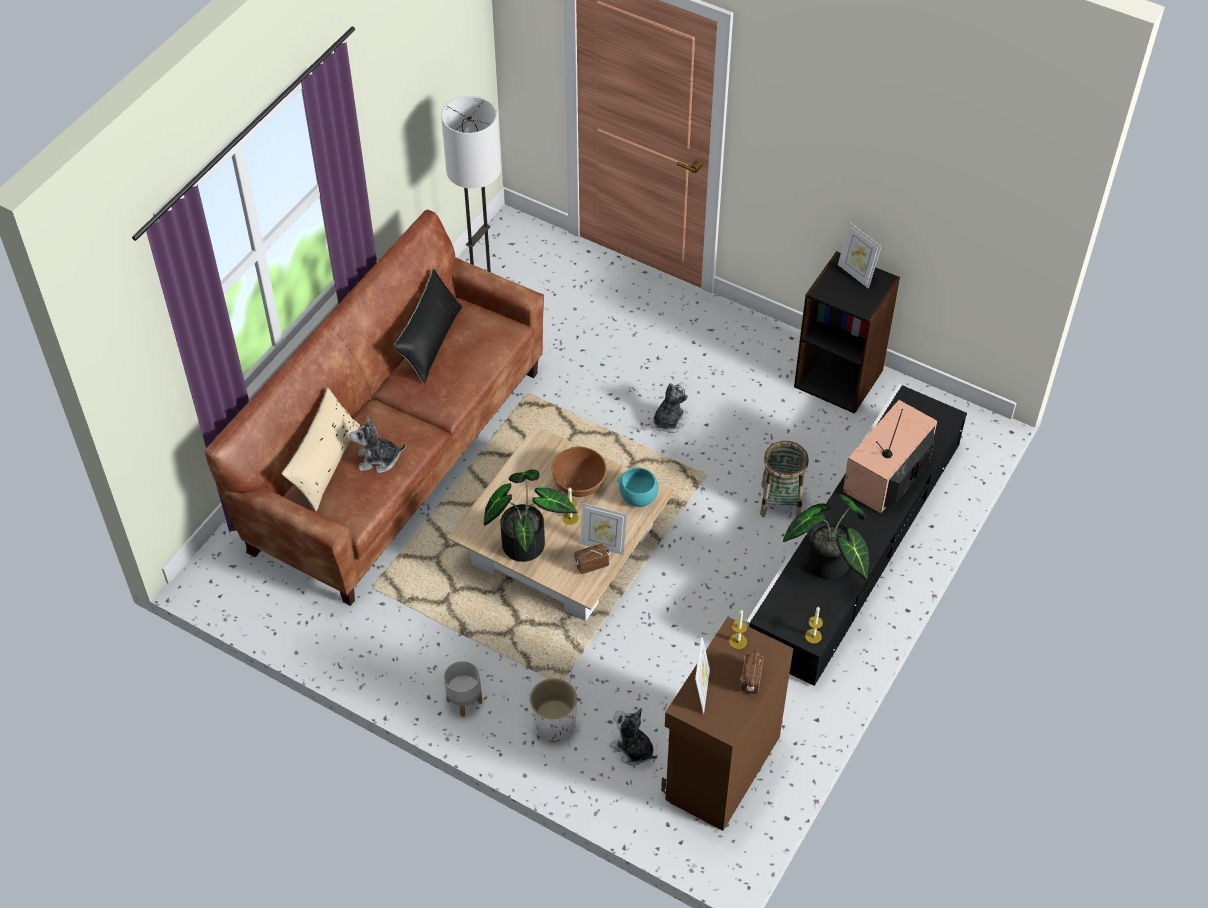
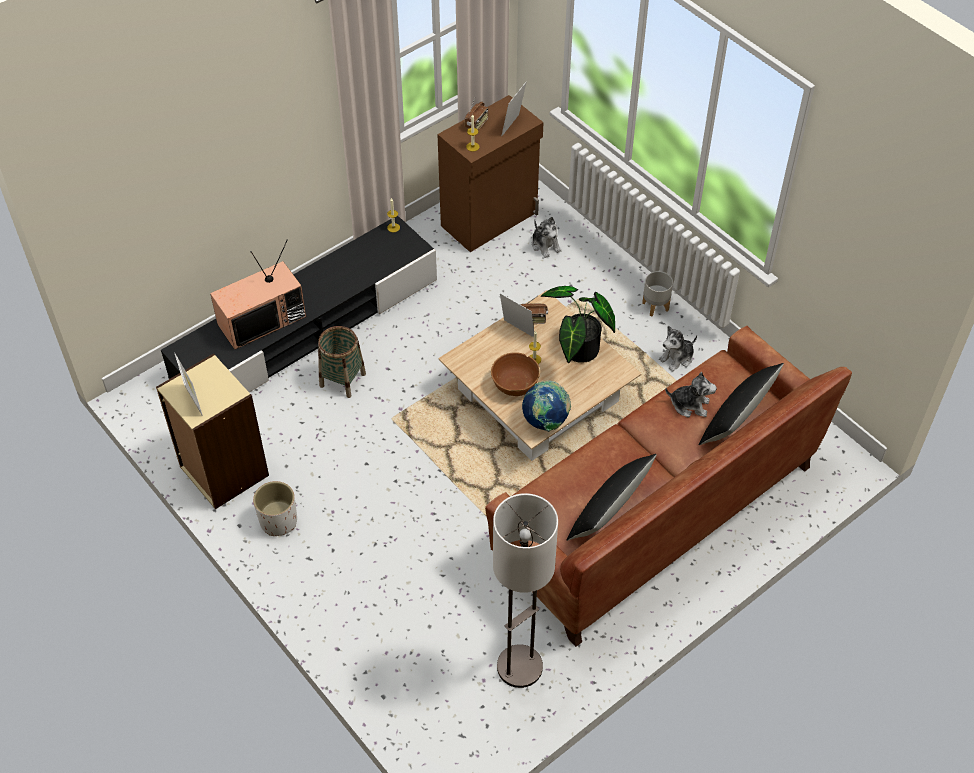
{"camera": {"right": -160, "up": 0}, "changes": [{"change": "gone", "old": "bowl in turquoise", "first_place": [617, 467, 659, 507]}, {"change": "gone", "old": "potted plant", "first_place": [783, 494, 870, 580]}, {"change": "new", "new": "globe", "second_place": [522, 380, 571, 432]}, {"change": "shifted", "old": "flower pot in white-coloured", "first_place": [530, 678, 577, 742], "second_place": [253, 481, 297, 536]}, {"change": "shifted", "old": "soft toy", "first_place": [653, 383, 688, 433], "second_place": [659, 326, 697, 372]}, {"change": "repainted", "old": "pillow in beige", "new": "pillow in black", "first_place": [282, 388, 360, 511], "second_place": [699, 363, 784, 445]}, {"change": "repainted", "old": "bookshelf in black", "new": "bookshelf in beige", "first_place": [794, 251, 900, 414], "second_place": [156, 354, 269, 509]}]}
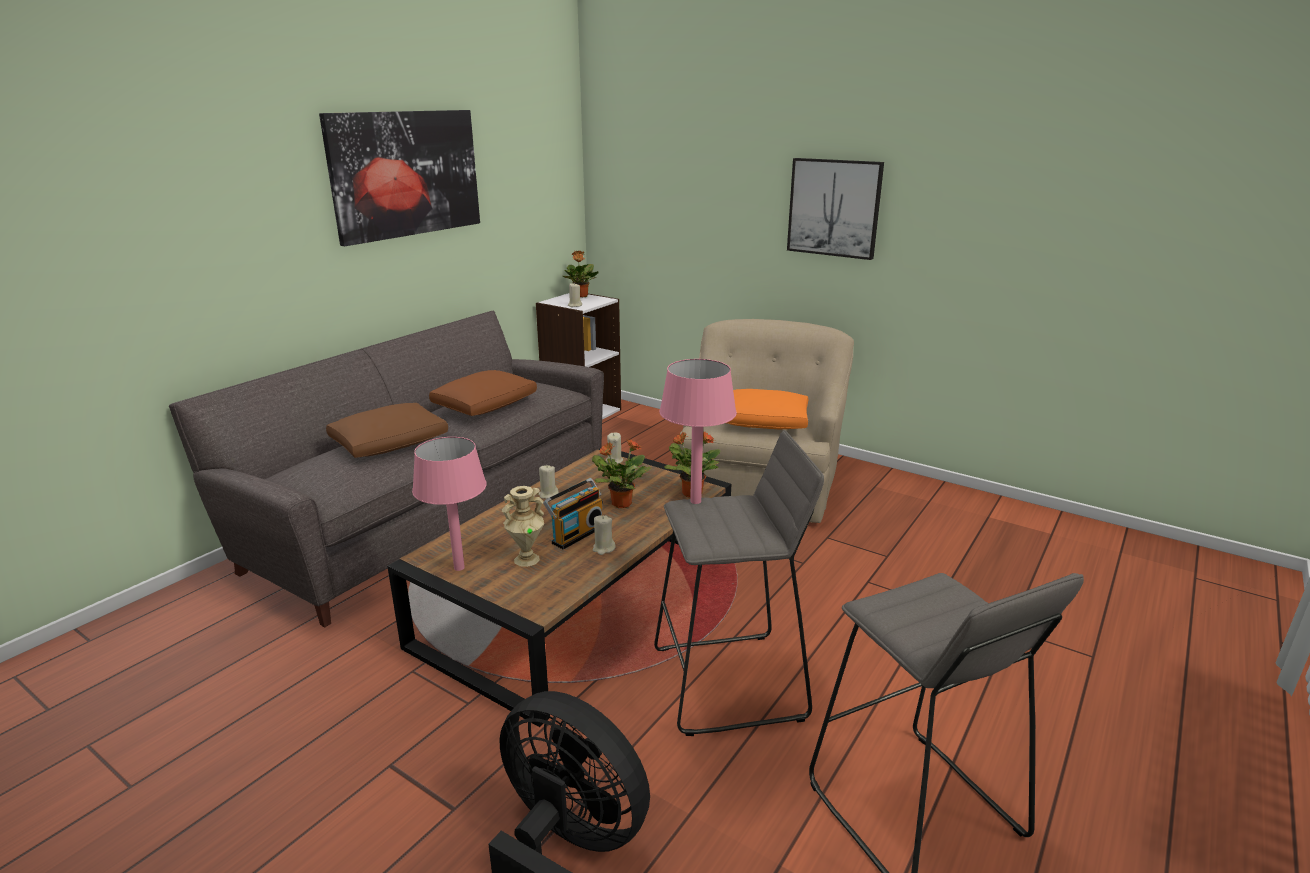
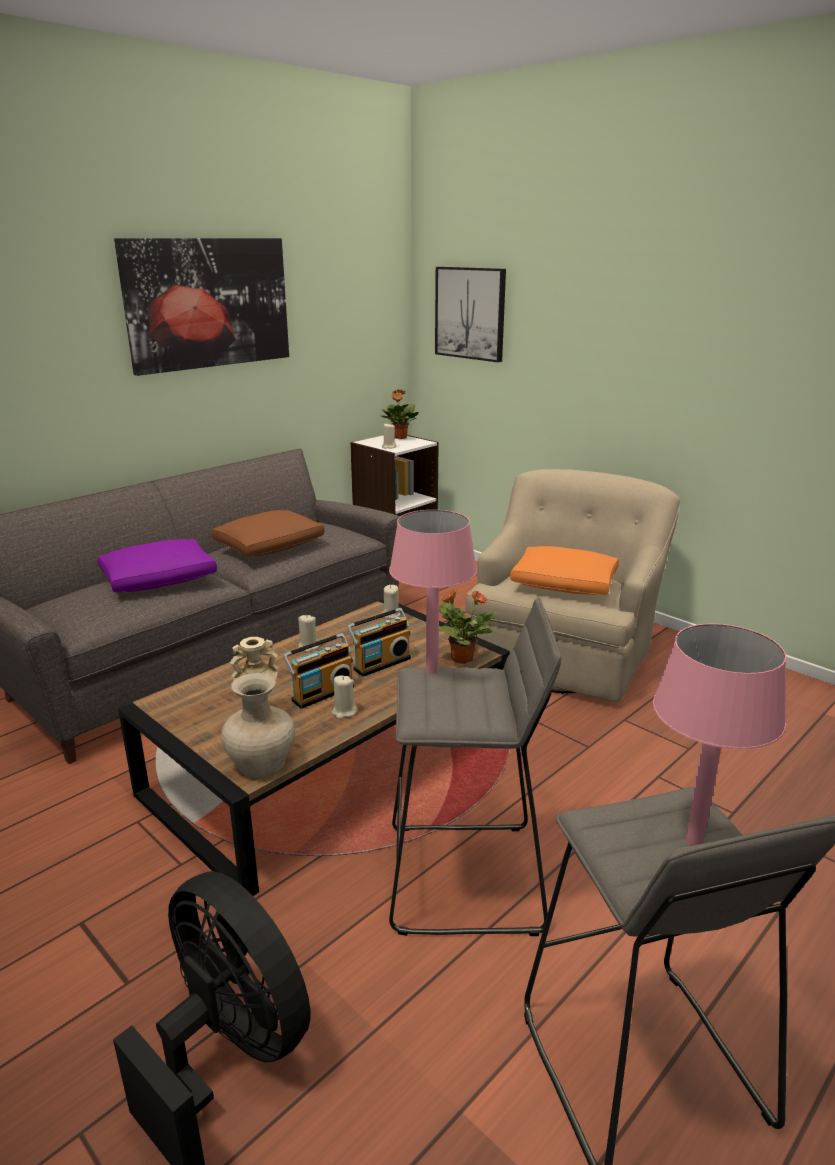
{"camera": {"right": 10, "up": 0}, "changes": [{"change": "new", "new": "decorative vase in beige", "second_place": [221, 672, 295, 778]}, {"change": "shifted", "old": "table lamp in pink", "first_place": [412, 437, 487, 571], "second_place": [653, 623, 786, 846]}, {"change": "shifted", "old": "wall picture", "first_place": [787, 158, 884, 260], "second_place": [435, 267, 506, 362]}, {"change": "swapped", "old": "potted plant", "new": "radio", "first_place": [592, 439, 651, 508], "second_place": [346, 608, 411, 677]}, {"change": "repainted", "old": "pillow in brown-coloured", "new": "pillow in purple", "first_place": [326, 403, 448, 458], "second_place": [97, 539, 217, 592]}]}
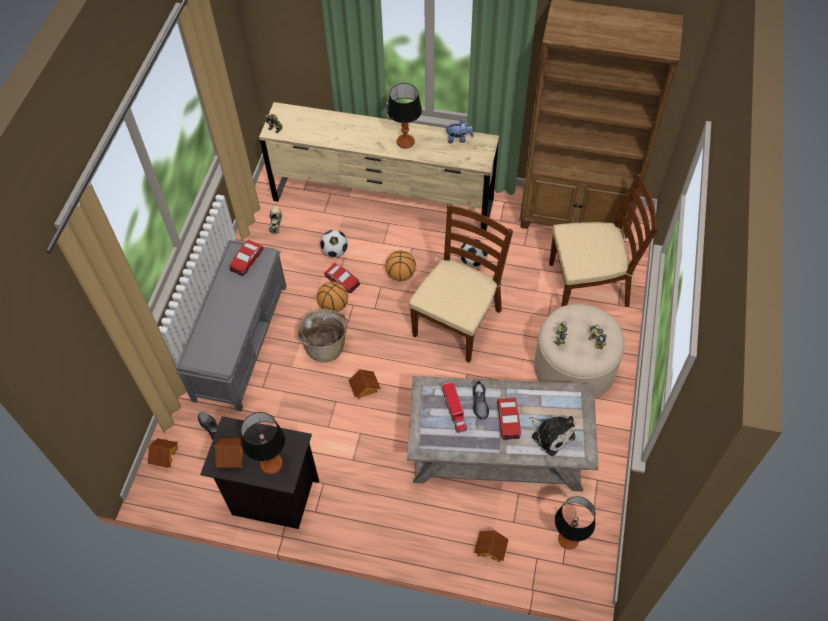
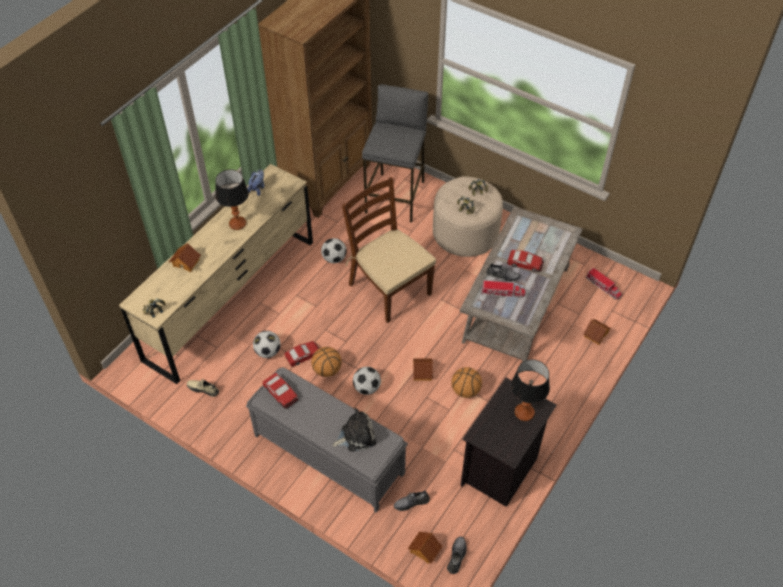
{"camera": {"right": -70, "up": -5}, "changes": [{"change": "new", "new": "item of footwear in gray", "second_place": [447, 536, 467, 574]}, {"change": "shifted", "old": "miniature house", "first_place": [214, 438, 243, 468], "second_place": [169, 243, 201, 272]}, {"change": "shifted", "old": "basketball ball", "first_place": [385, 250, 416, 281], "second_place": [451, 367, 482, 398]}, {"change": "shifted", "old": "soft toy", "first_place": [529, 416, 575, 456], "second_place": [332, 408, 376, 452]}, {"change": "swapped", "old": "storage basket", "new": "ball for football", "first_place": [297, 309, 348, 362], "second_place": [353, 367, 381, 395]}, {"change": "swapped", "old": "plain chair in brown-coloured", "new": "sitting stool in gray", "first_place": [549, 174, 659, 307], "second_place": [362, 84, 428, 222]}, {"change": "swapped", "old": "table lamp", "new": "model truck", "first_place": [555, 496, 595, 549], "second_place": [586, 268, 622, 300]}]}
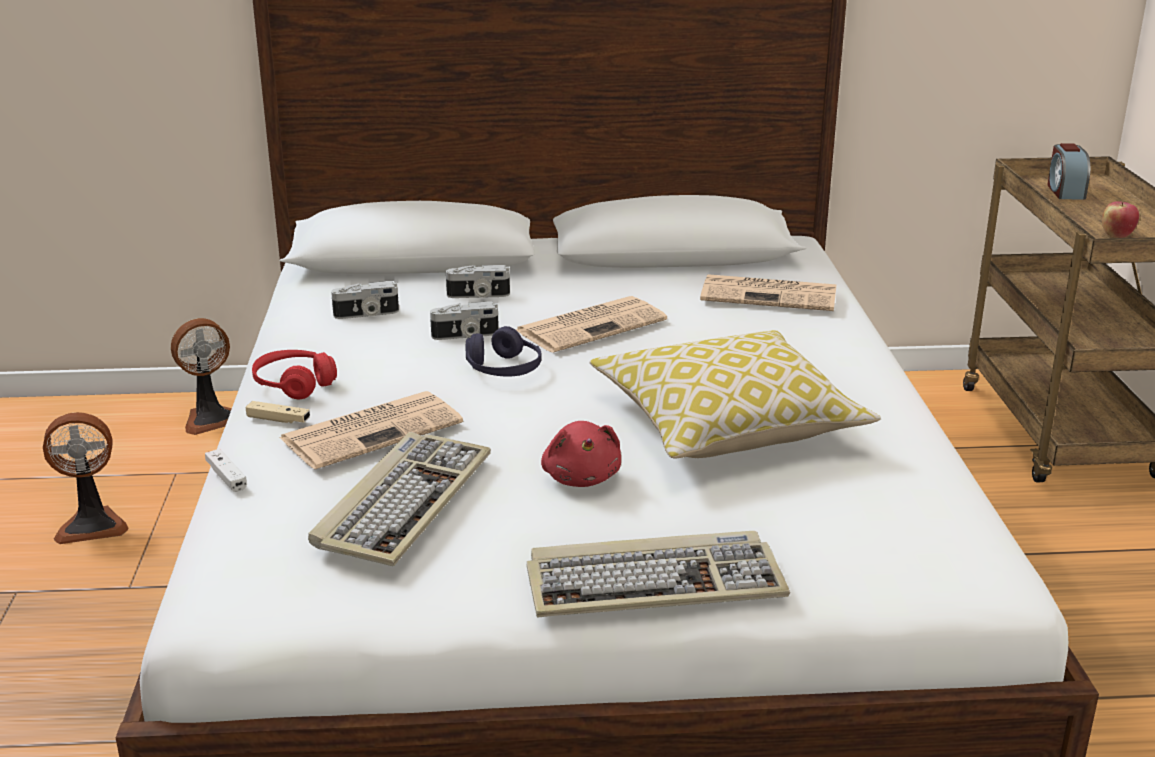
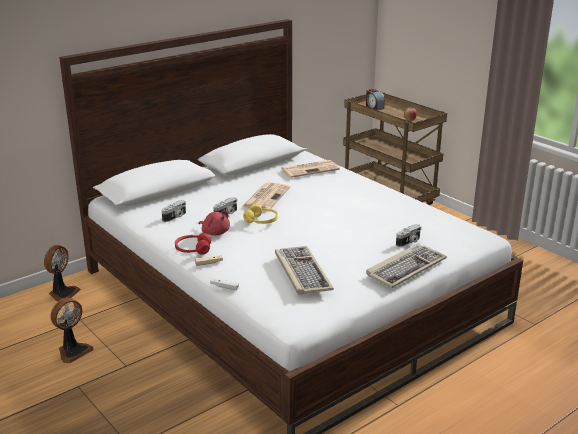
{"camera": {"right": -35, "up": 0}, "changes": [{"change": "gone", "old": "newspaper", "first_place": [279, 391, 463, 469]}, {"change": "gone", "old": "pillow", "first_place": [590, 330, 881, 459]}, {"change": "shifted", "old": "photo camera", "first_place": [446, 265, 510, 298], "second_place": [396, 224, 421, 247]}, {"change": "shifted", "old": "soft toy in red-coloured", "first_place": [541, 421, 621, 487], "second_place": [199, 210, 230, 236]}, {"change": "repainted", "old": "pair of headphones in purple", "new": "pair of headphones in yellow-coloured", "first_place": [466, 326, 542, 377], "second_place": [243, 204, 278, 224]}]}
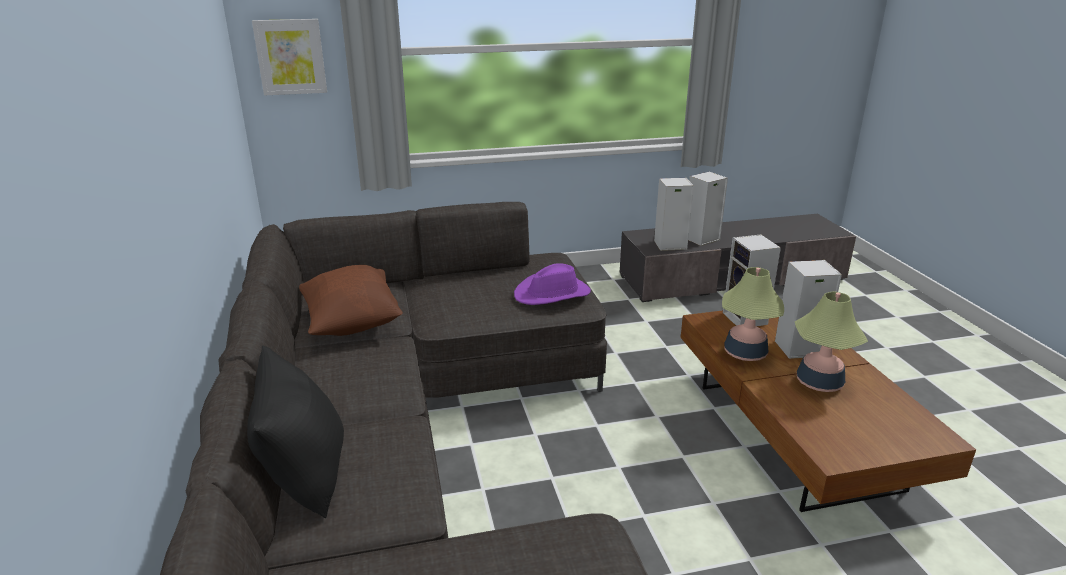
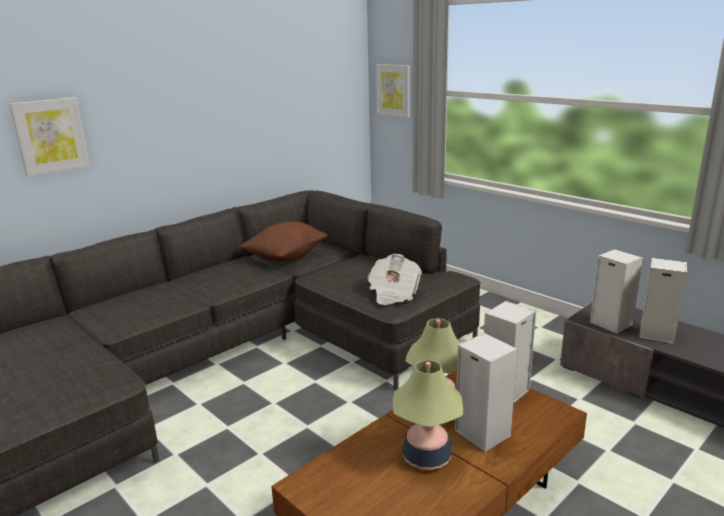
{"camera": {"right": 60, "up": -5}, "changes": [{"change": "gone", "old": "pillow in black", "first_place": [247, 345, 344, 518]}, {"change": "new", "new": "wall picture", "second_place": [9, 97, 90, 176]}, {"change": "swapped", "old": "hat in purple", "new": "newspaper", "first_place": [514, 263, 591, 305], "second_place": [368, 254, 422, 305]}]}
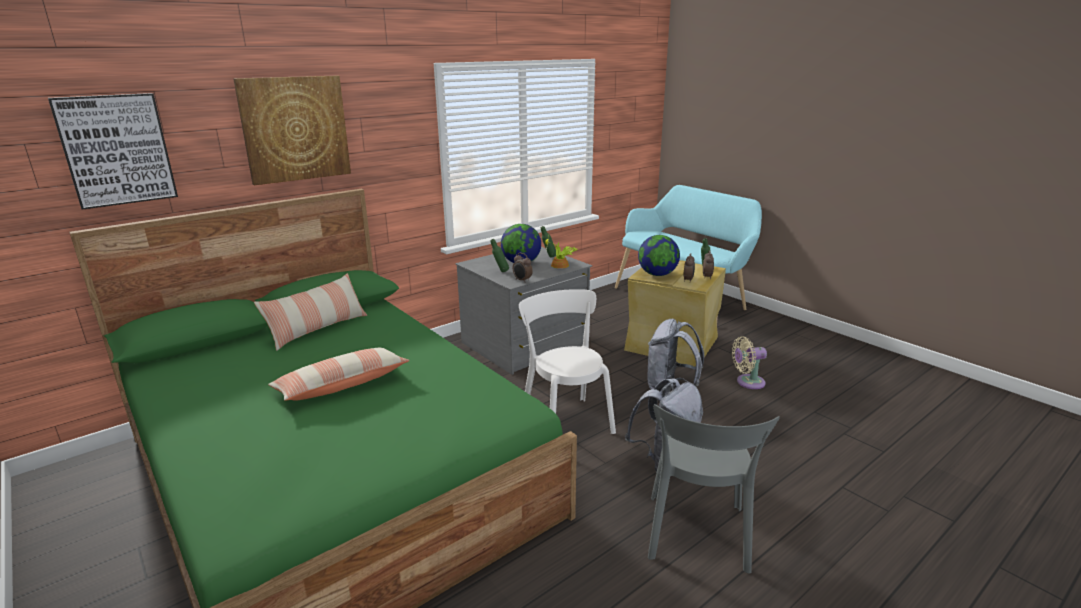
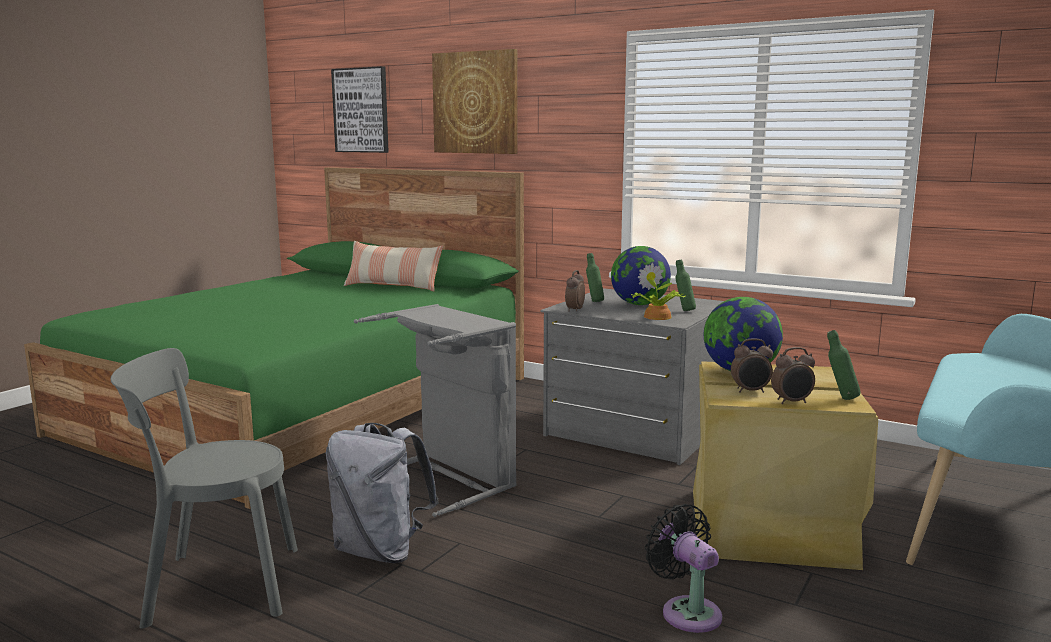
{"camera": {"right": 70, "up": -10}, "changes": [{"change": "gone", "old": "pillow", "first_place": [268, 348, 409, 401]}, {"change": "gone", "old": "backpack in gray", "first_place": [648, 319, 704, 395]}, {"change": "swapped", "old": "plain chair in white-coloured", "new": "laundry basket in gray", "first_place": [519, 289, 616, 434], "second_place": [354, 304, 516, 517]}, {"change": "repainted", "old": "electric fan in beige", "new": "electric fan in black", "first_place": [732, 336, 767, 389], "second_place": [645, 504, 722, 633]}]}
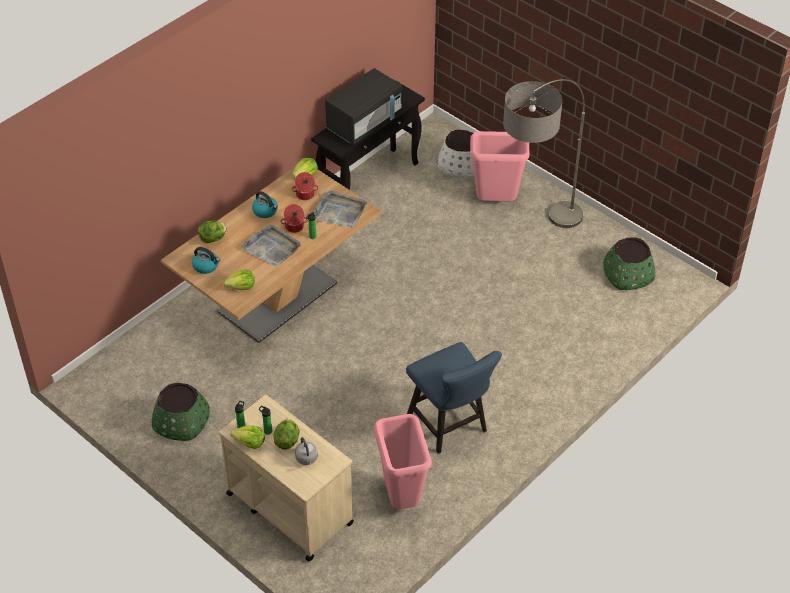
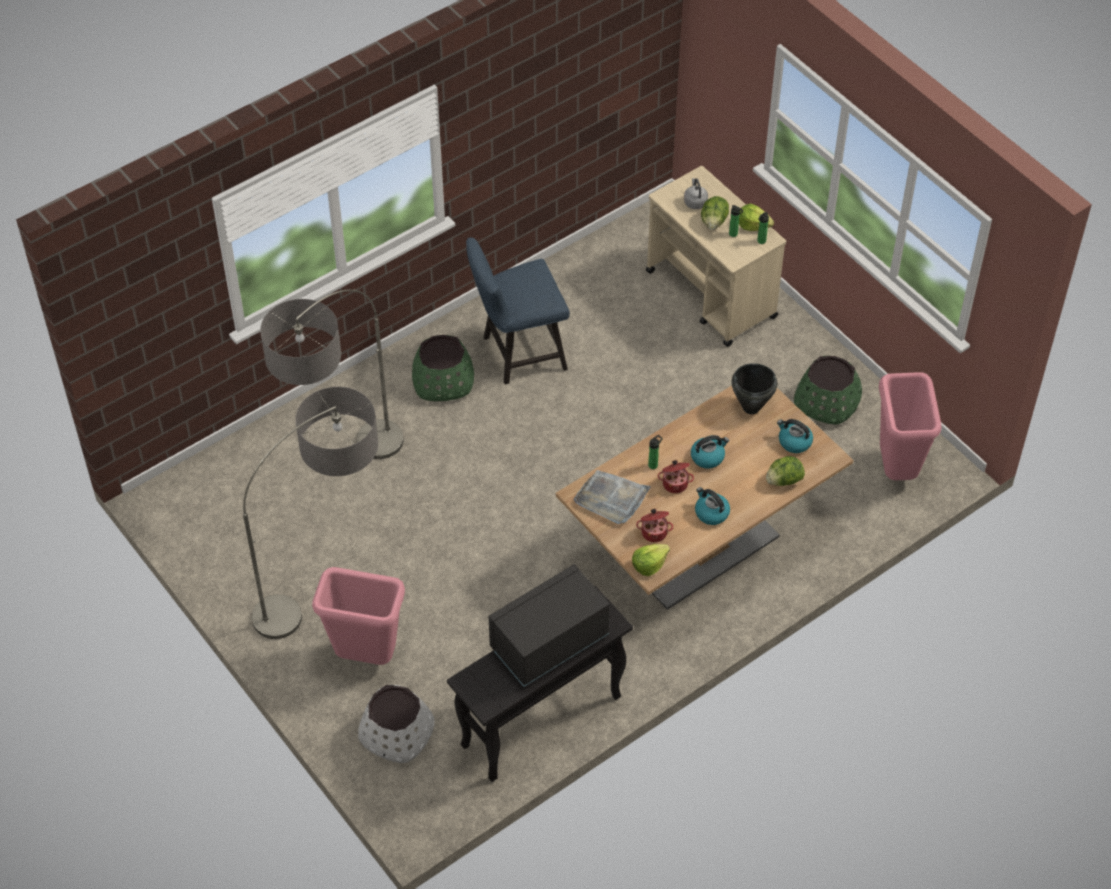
{"camera": {"right": -170, "up": 5}, "changes": [{"change": "new", "new": "standing lamp", "second_place": [260, 289, 404, 459]}, {"change": "shifted", "old": "trash can in pink", "first_place": [374, 414, 432, 509], "second_place": [879, 372, 941, 480]}, {"change": "shifted", "old": "flower pot in green", "first_place": [603, 238, 655, 290], "second_place": [412, 335, 474, 401]}, {"change": "swapped", "old": "head of lettuce", "new": "cooking pot in black", "first_place": [224, 270, 255, 290], "second_place": [732, 363, 778, 414]}, {"change": "swapped", "old": "tray in gray", "new": "water kettle", "first_place": [241, 224, 301, 267], "second_place": [691, 435, 729, 469]}, {"change": "rotated", "old": "plain chair in blue-coloured", "first_place": [406, 342, 502, 454], "second_place": [466, 238, 570, 384], "degrees": -90}]}
